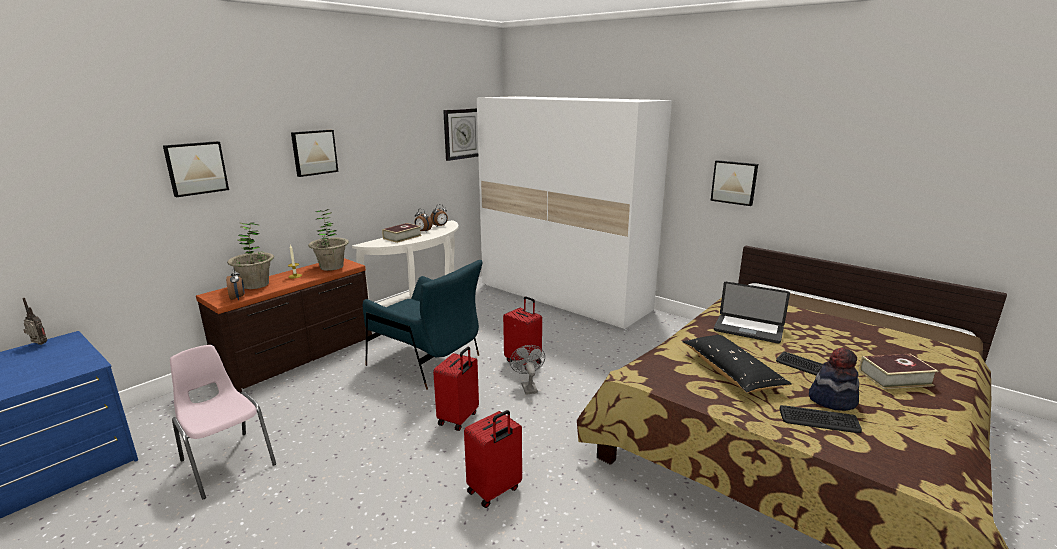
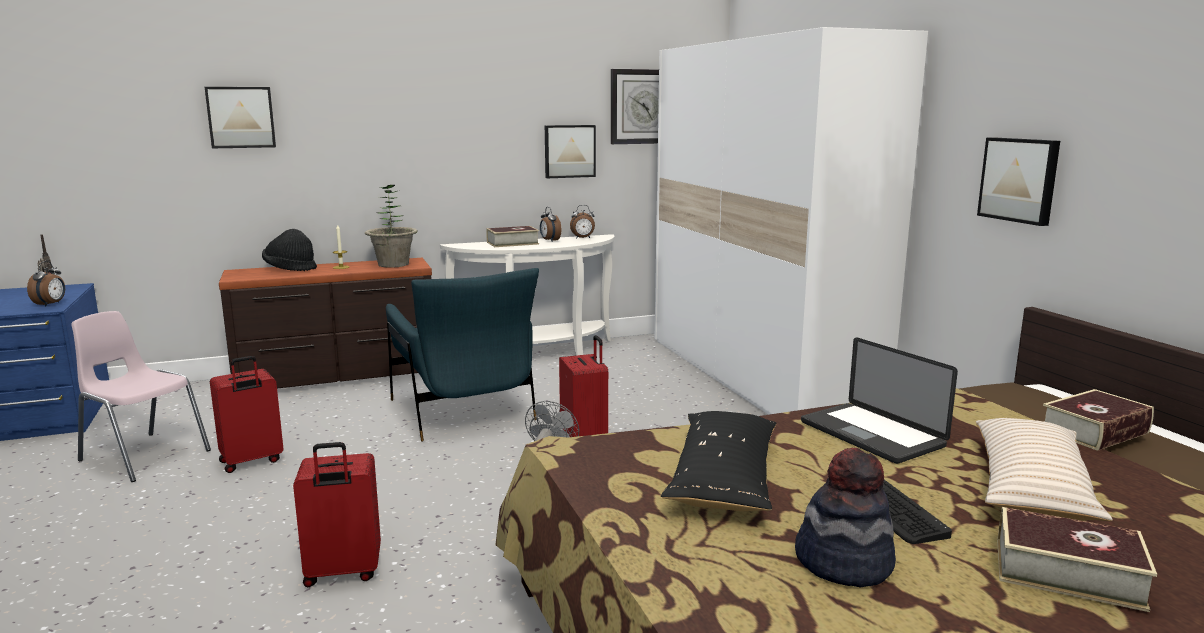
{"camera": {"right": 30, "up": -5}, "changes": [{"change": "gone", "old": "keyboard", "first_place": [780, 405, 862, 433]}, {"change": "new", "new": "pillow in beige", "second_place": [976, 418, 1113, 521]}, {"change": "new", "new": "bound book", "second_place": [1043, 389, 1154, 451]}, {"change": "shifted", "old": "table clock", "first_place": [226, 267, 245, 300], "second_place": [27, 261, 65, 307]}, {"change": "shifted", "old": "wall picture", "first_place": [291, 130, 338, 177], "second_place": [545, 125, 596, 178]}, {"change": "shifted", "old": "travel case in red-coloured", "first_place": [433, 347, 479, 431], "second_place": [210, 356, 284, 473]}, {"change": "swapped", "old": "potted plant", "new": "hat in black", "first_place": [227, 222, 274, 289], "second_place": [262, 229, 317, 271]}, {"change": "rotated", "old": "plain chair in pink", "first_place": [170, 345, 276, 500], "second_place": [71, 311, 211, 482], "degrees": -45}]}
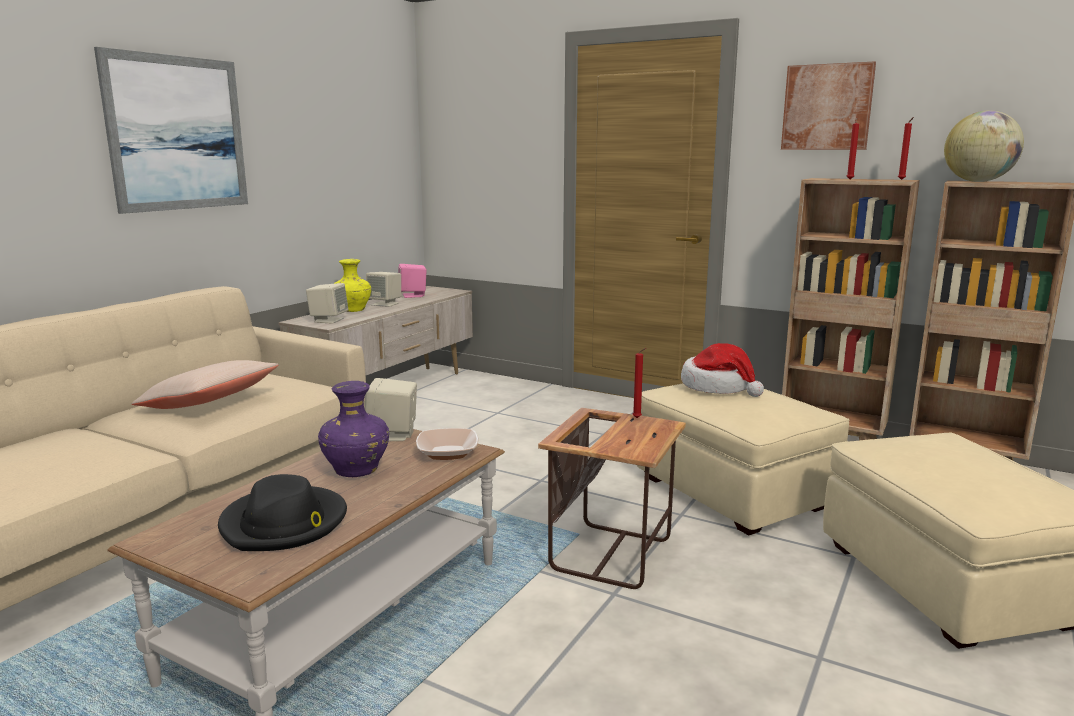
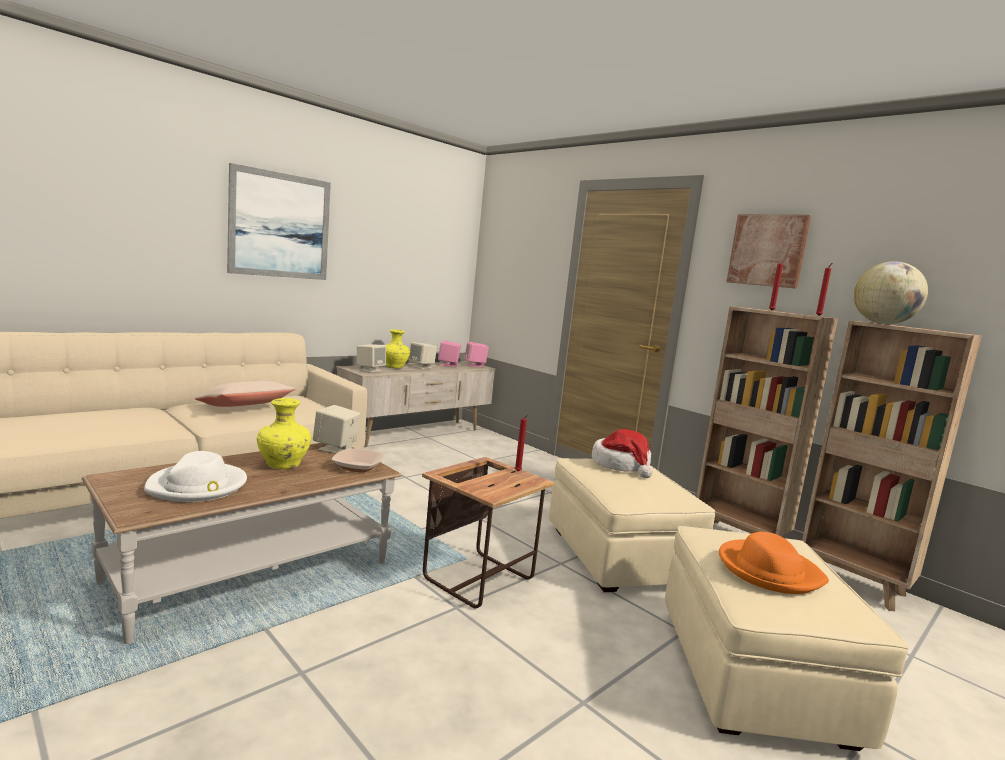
{"camera": {"right": 15, "up": -5}, "changes": [{"change": "new", "new": "audio speaker in pink", "second_place": [465, 342, 489, 367]}, {"change": "new", "new": "hat in orangey", "second_place": [719, 532, 829, 594]}, {"change": "repainted", "old": "hat in black", "new": "hat in white-coloured", "first_place": [218, 474, 347, 551], "second_place": [144, 451, 247, 502]}, {"change": "repainted", "old": "decorative vase in purple", "new": "decorative vase in yellow-coloured", "first_place": [318, 381, 389, 477], "second_place": [257, 398, 311, 469]}]}
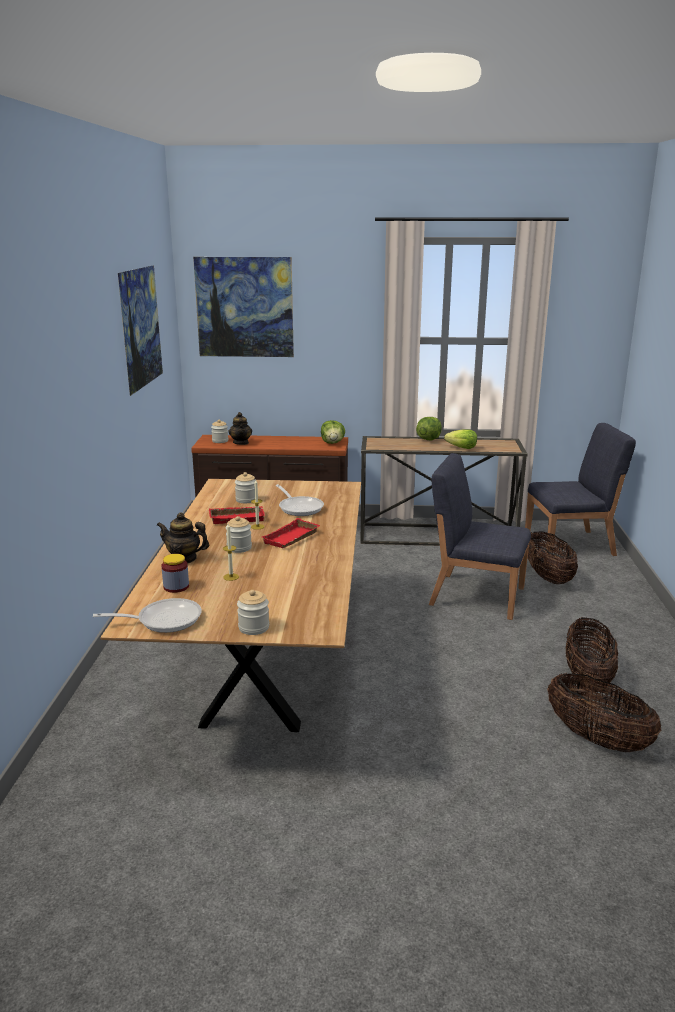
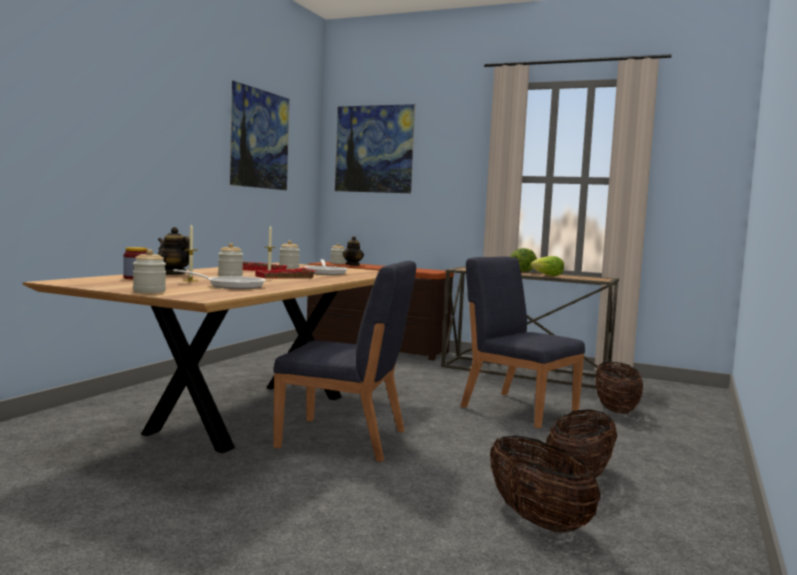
{"camera": {"right": 20, "up": -15}, "changes": [{"change": "gone", "old": "head of lettuce", "first_place": [321, 420, 345, 444]}, {"change": "shifted", "old": "frying pan", "first_place": [93, 598, 202, 633], "second_place": [173, 269, 266, 289]}, {"change": "shifted", "old": "plain chair in blue-coloured", "first_place": [525, 423, 636, 556], "second_place": [273, 261, 416, 462]}]}
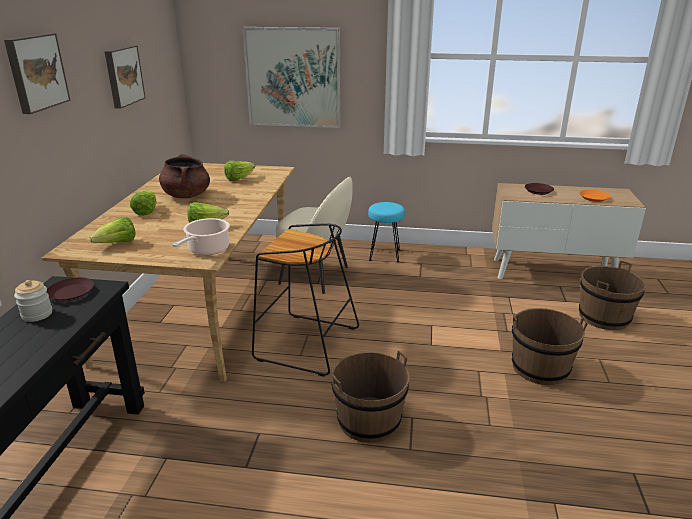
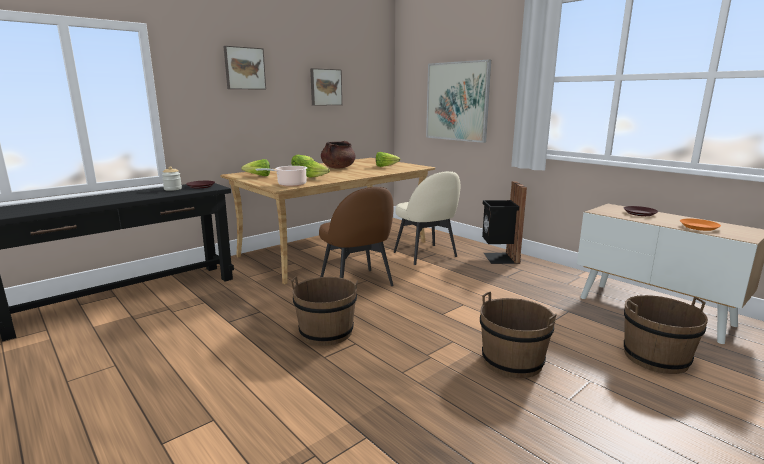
{"camera": {"right": 40, "up": -10}, "changes": [{"change": "swapped", "old": "sitting stool in black", "new": "plain chair in brown-coloured", "first_place": [252, 223, 359, 377], "second_place": [319, 187, 394, 286]}, {"change": "swapped", "old": "sitting stool in turquoise", "new": "trash can in black", "first_place": [368, 202, 405, 262], "second_place": [482, 181, 527, 264]}]}
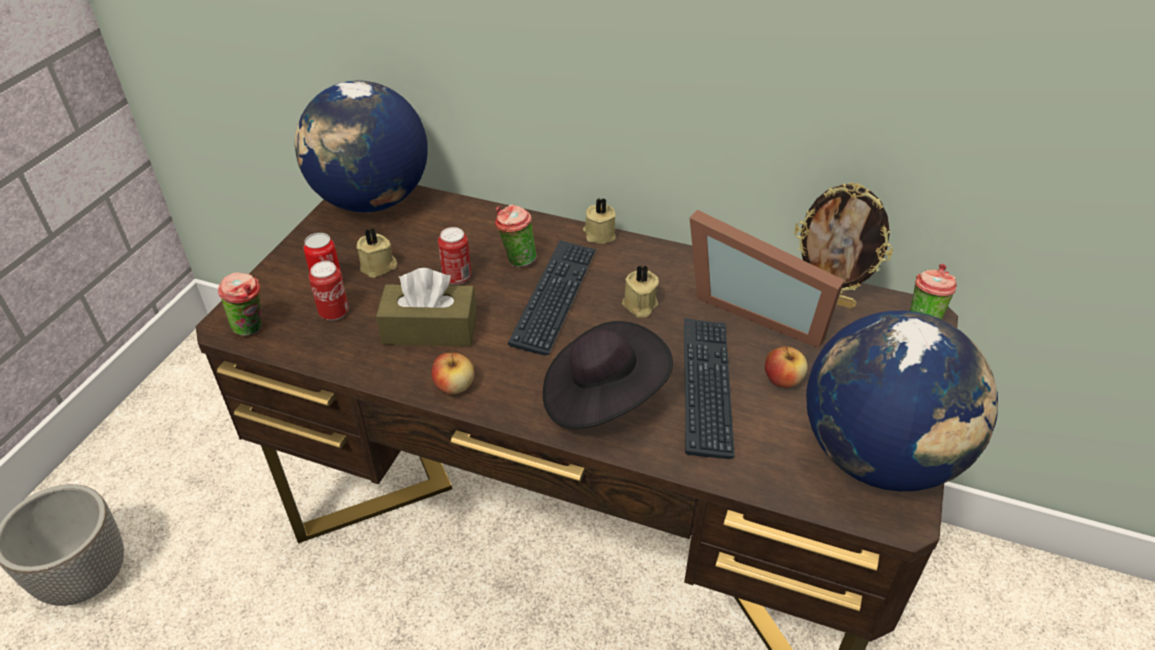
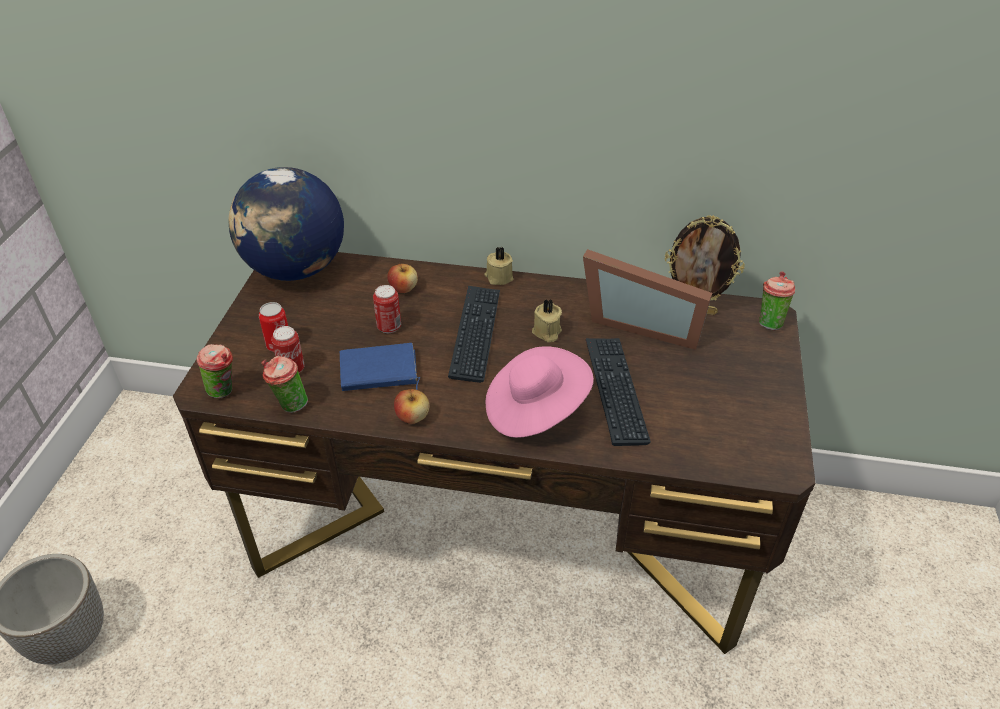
{"camera": {"right": -10, "up": 0}, "changes": [{"change": "gone", "old": "wax light in beige", "first_place": [357, 229, 397, 278]}, {"change": "gone", "old": "globe", "first_place": [806, 311, 998, 491]}, {"change": "shifted", "old": "small cup", "first_place": [495, 204, 537, 267], "second_place": [262, 356, 308, 413]}, {"change": "shifted", "old": "whole apple", "first_place": [765, 346, 808, 388], "second_place": [387, 262, 418, 293]}, {"change": "swapped", "old": "box of tissues in brown-coloured", "new": "bound book in blue-coloured", "first_place": [376, 268, 477, 346], "second_place": [340, 343, 420, 391]}, {"change": "repainted", "old": "hat in black", "new": "hat in pink", "first_place": [543, 321, 673, 429], "second_place": [486, 346, 594, 438]}]}
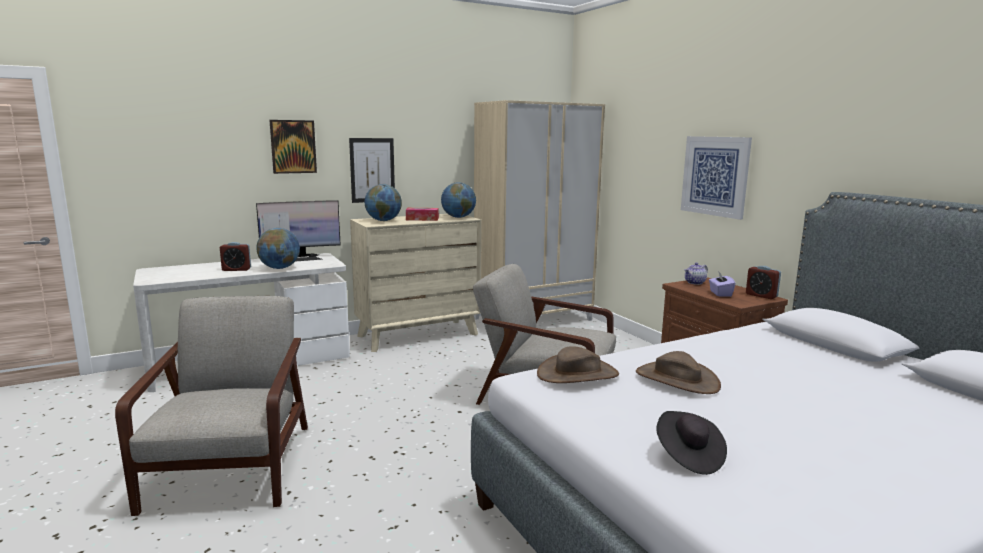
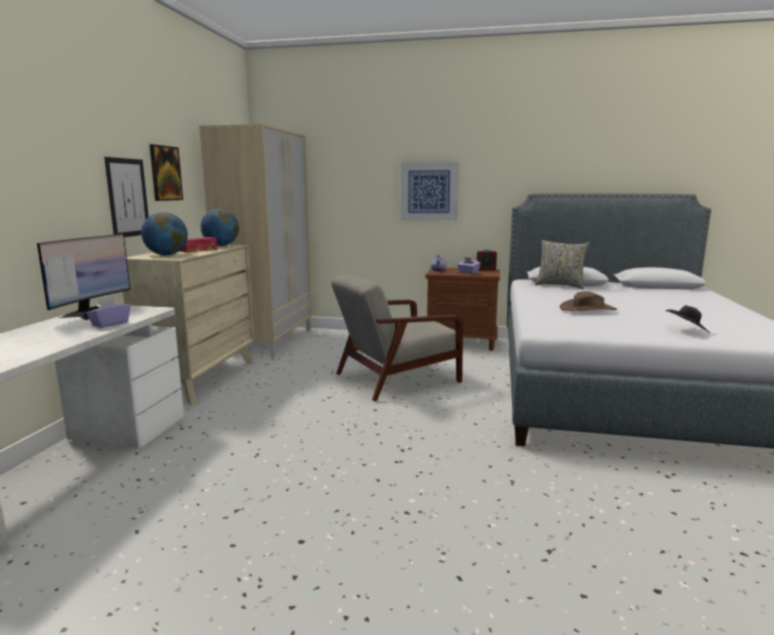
{"camera": {"right": -50, "up": 0}, "changes": [{"change": "gone", "old": "lounge chair in gray", "first_place": [115, 296, 308, 516]}, {"change": "gone", "old": "table clock", "first_place": [220, 242, 251, 271]}, {"change": "gone", "old": "hat in brown-coloured", "first_place": [537, 346, 619, 383]}, {"change": "new", "new": "pillow in gray", "second_place": [535, 240, 590, 289]}, {"change": "shifted", "old": "wall picture", "first_place": [269, 120, 317, 174], "second_place": [150, 144, 183, 201]}, {"change": "swapped", "old": "globe", "new": "box of tissues in purple", "first_place": [257, 228, 300, 269], "second_place": [87, 296, 130, 328]}]}
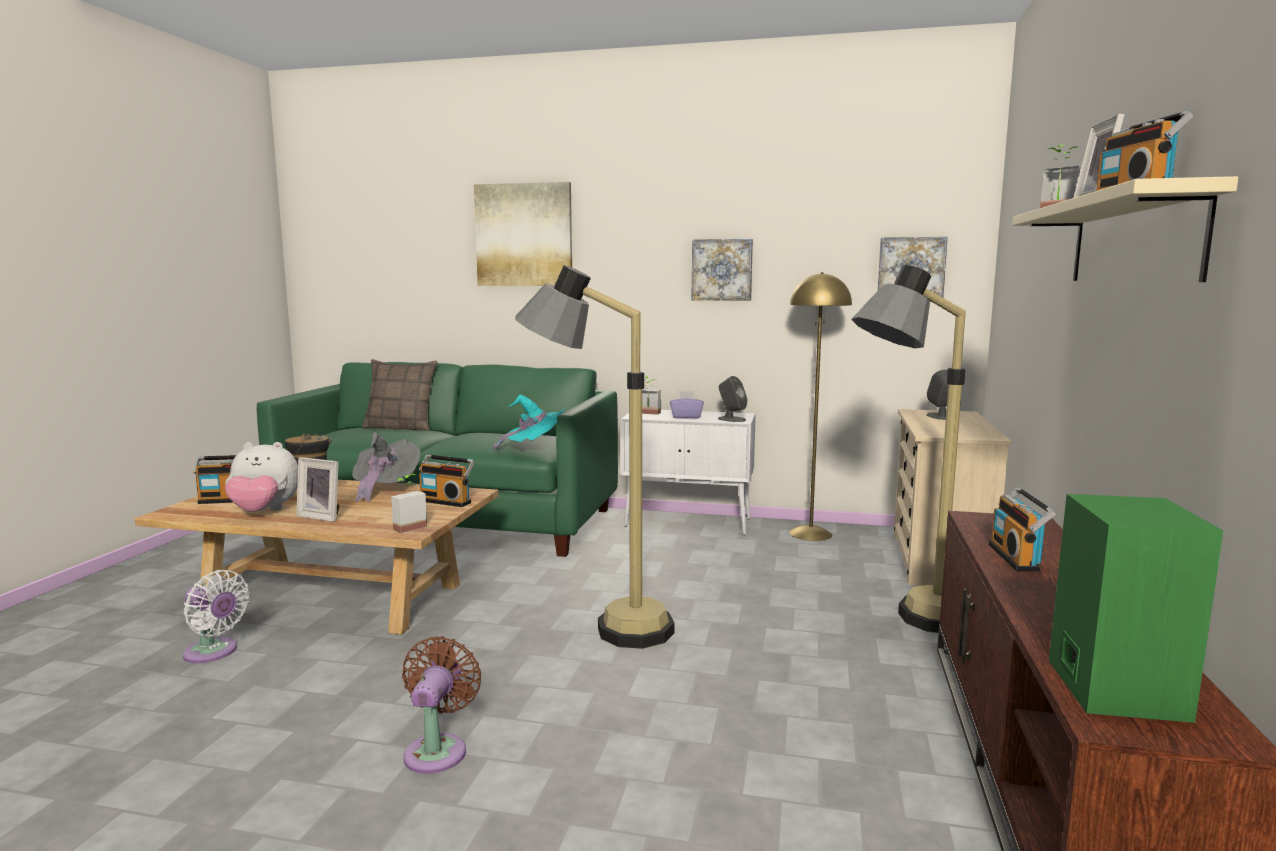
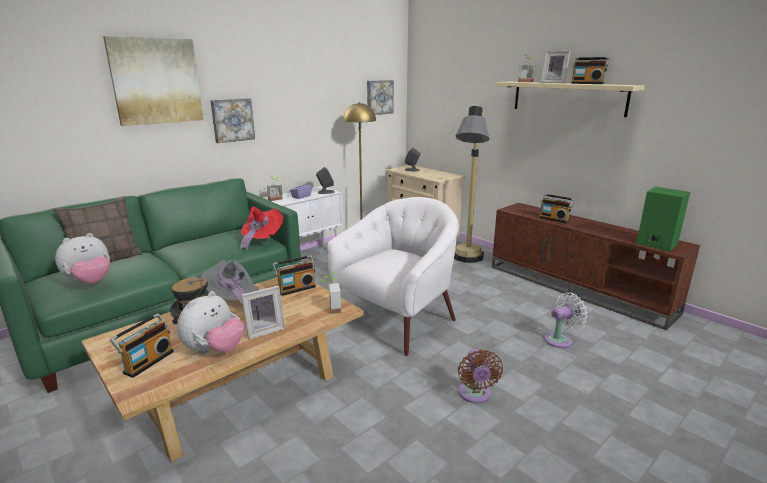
{"camera": {"right": -55, "up": 10}, "changes": [{"change": "new", "new": "soft toy", "second_place": [55, 233, 110, 284]}, {"change": "shifted", "old": "electric fan in white-coloured", "first_place": [183, 570, 250, 663], "second_place": [544, 293, 588, 348]}, {"change": "shifted", "old": "wall picture", "first_place": [691, 239, 753, 301], "second_place": [210, 98, 255, 143]}, {"change": "swapped", "old": "standing lamp", "new": "lounge chair in white-coloured", "first_place": [515, 265, 675, 649], "second_place": [327, 197, 459, 356]}, {"change": "repainted", "old": "hat in turquoise", "new": "hat in red-coloured", "first_place": [493, 394, 565, 451], "second_place": [240, 206, 283, 250]}, {"change": "rotated", "old": "electric fan in brown-coloured", "first_place": [402, 636, 481, 774], "second_place": [458, 349, 503, 403], "degrees": -135}]}
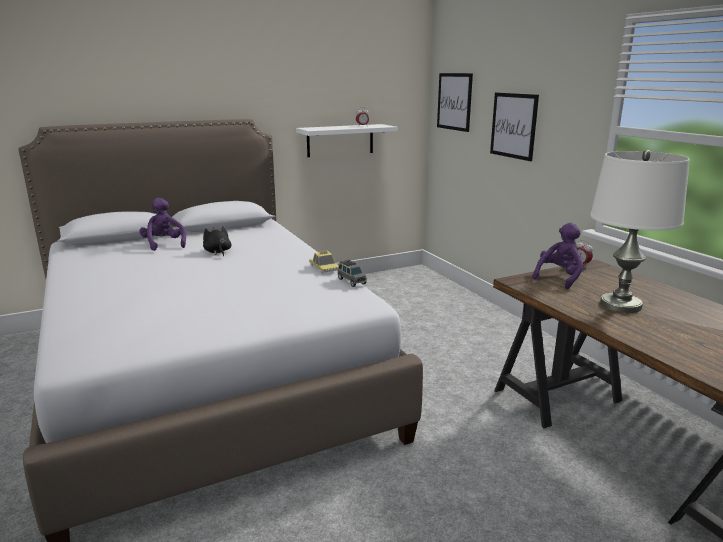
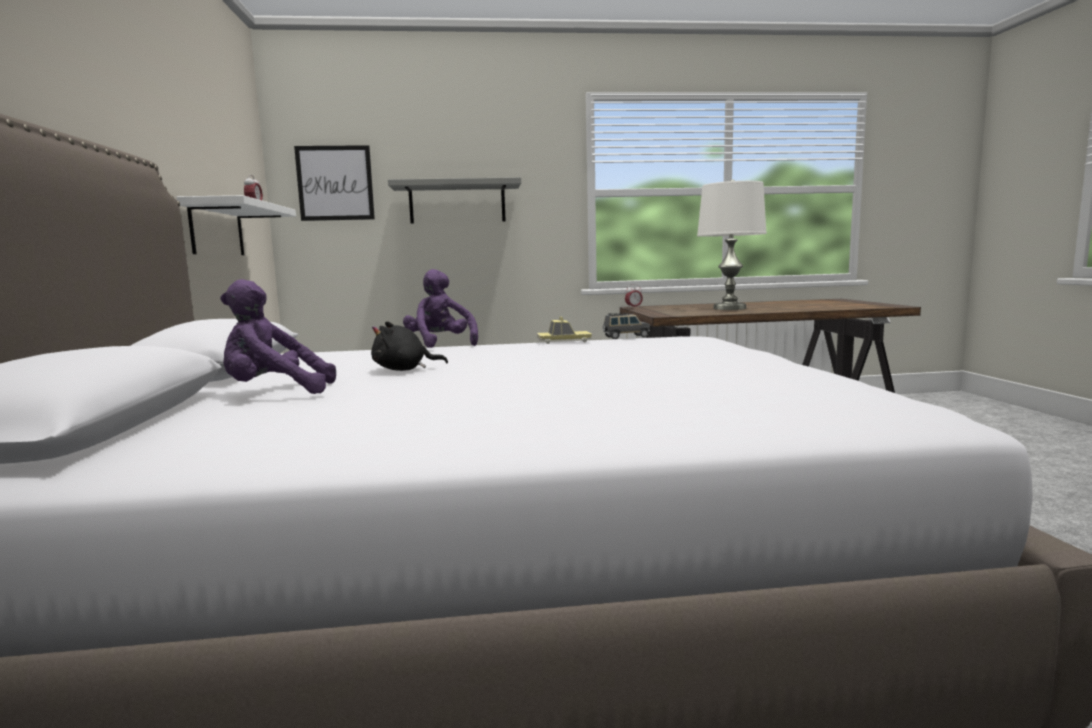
{"camera": {"right": -70, "up": -10}, "changes": [{"change": "shifted", "old": "soft toy in purple", "first_place": [532, 223, 584, 289], "second_place": [403, 269, 478, 348]}, {"change": "swapped", "old": "wall picture", "new": "bracket shelf in gray", "first_place": [490, 93, 539, 161], "second_place": [388, 177, 521, 224]}]}
